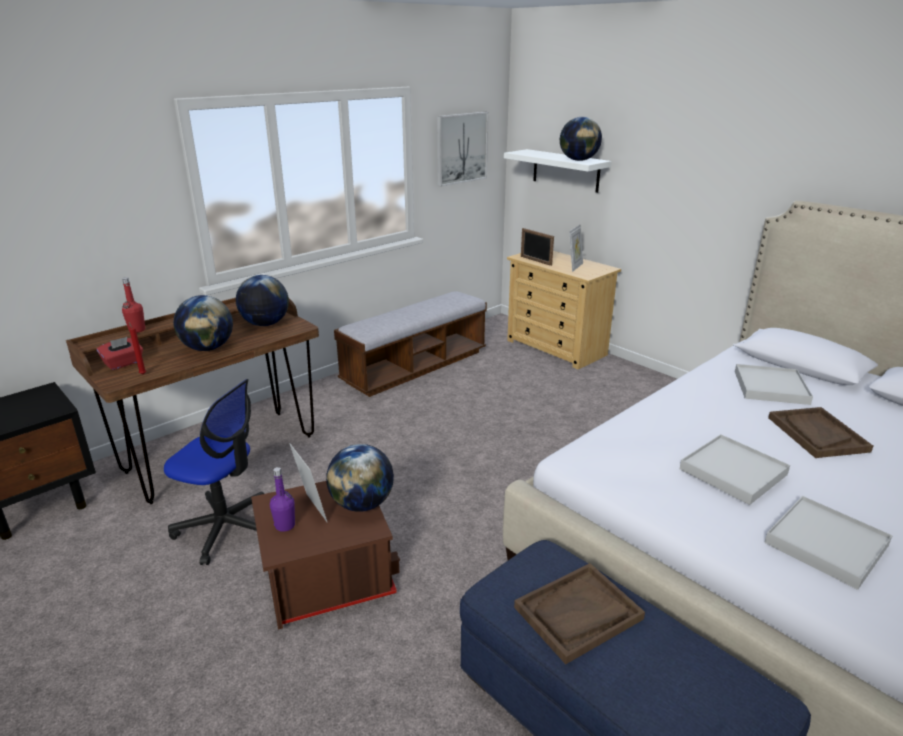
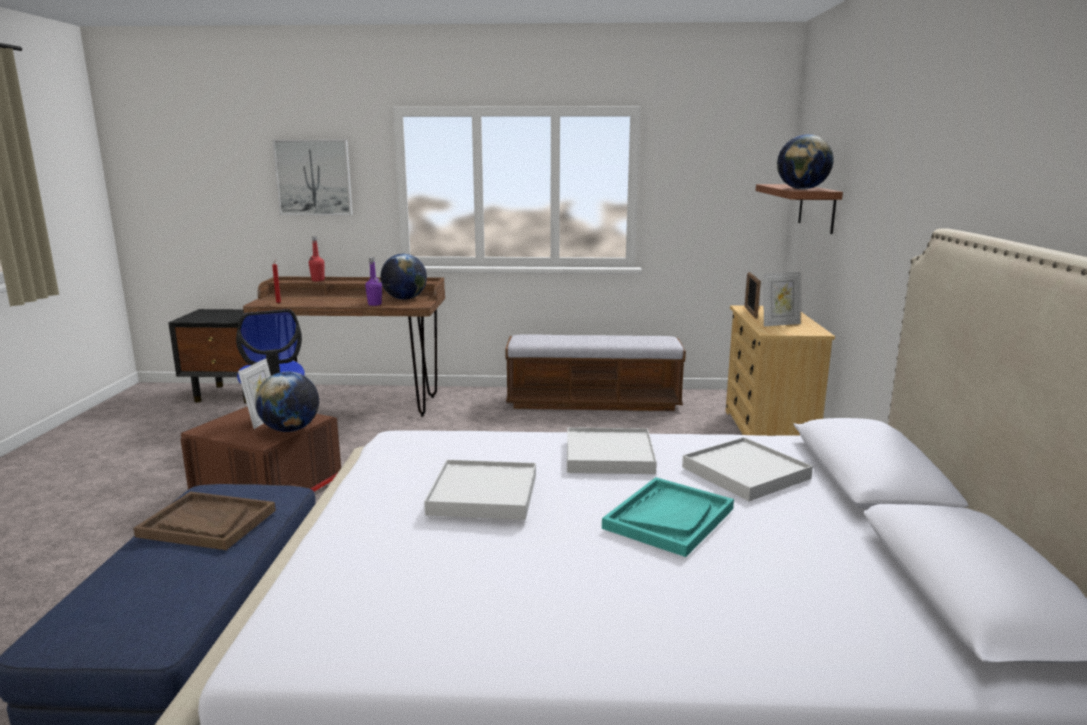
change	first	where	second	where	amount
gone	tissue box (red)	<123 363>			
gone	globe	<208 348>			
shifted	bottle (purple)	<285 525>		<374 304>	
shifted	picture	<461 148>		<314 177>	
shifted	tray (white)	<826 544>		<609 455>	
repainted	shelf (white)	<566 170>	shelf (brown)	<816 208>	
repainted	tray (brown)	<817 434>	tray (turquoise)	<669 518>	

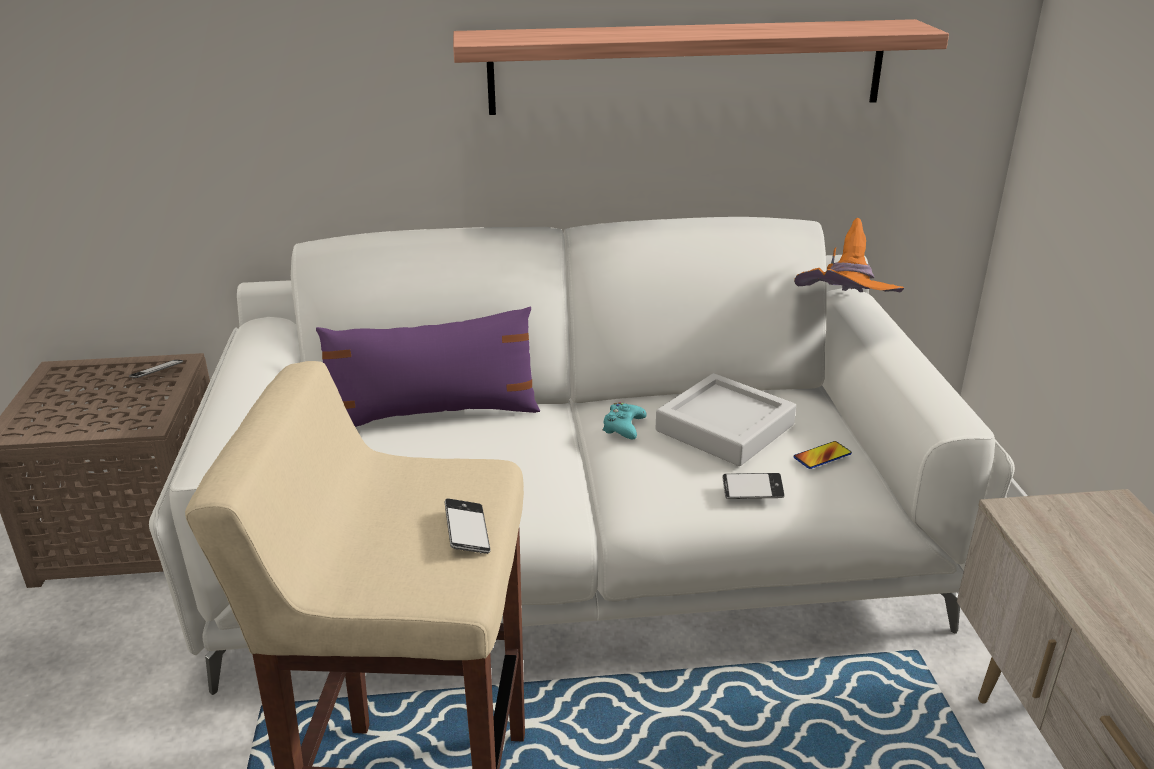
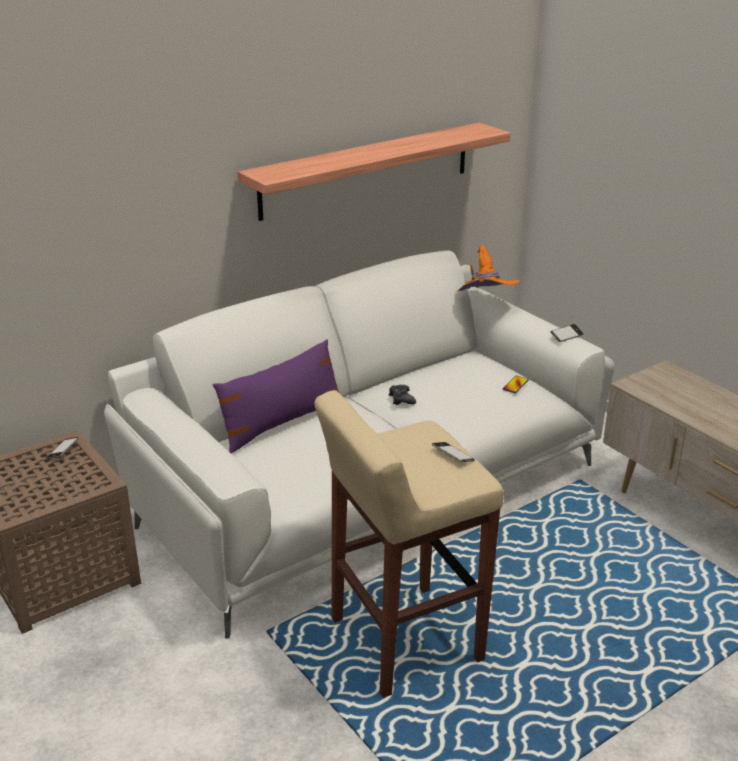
change	first	where	second	where	amount
gone	tray (grey)	<724 428>			
shifted	phone	<752 490>		<566 336>	
repainted	game controller (turquoise)	<623 427>	game controller (black)	<401 399>	

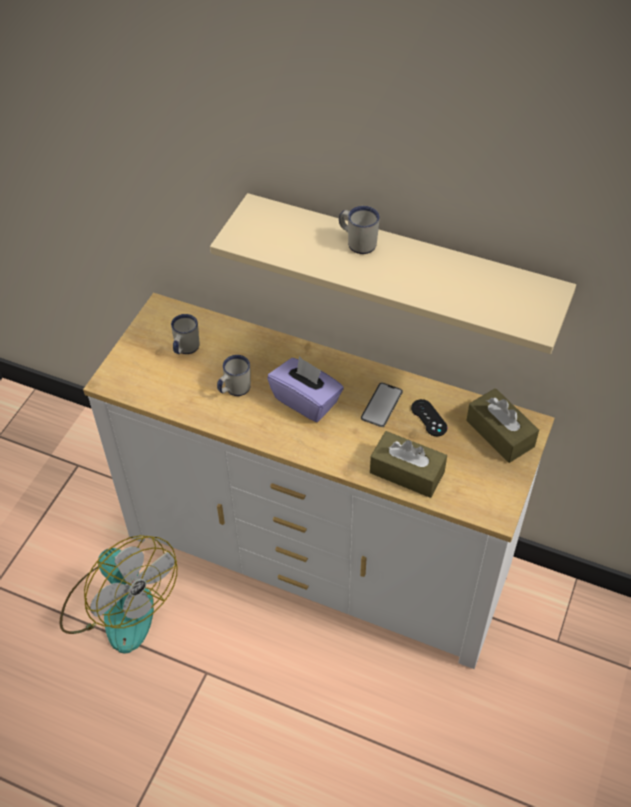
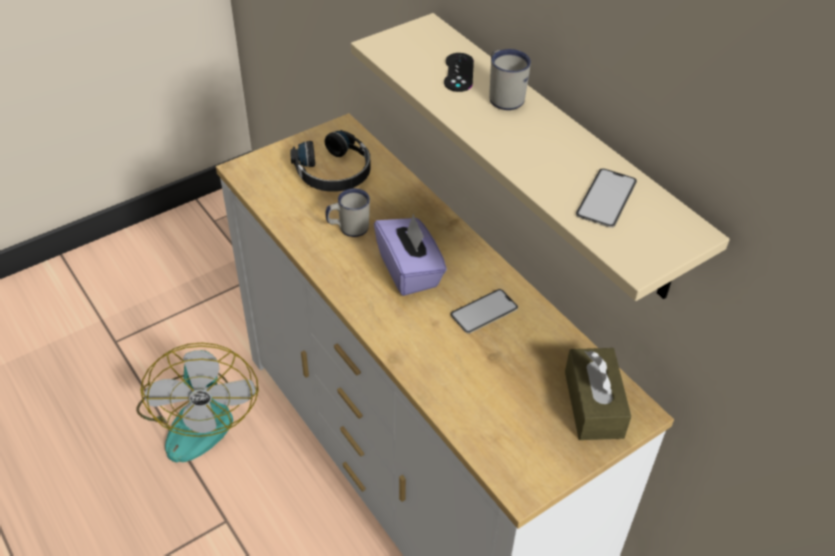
change	first	where	second	where	amount
gone	tissue box (brown)	<407 472>			
new			phone	<606 198>	
shifted	game controller (black)	<429 418>		<458 72>	
swapped	mug (white)	<185 349>	headphones (black)	<334 172>	

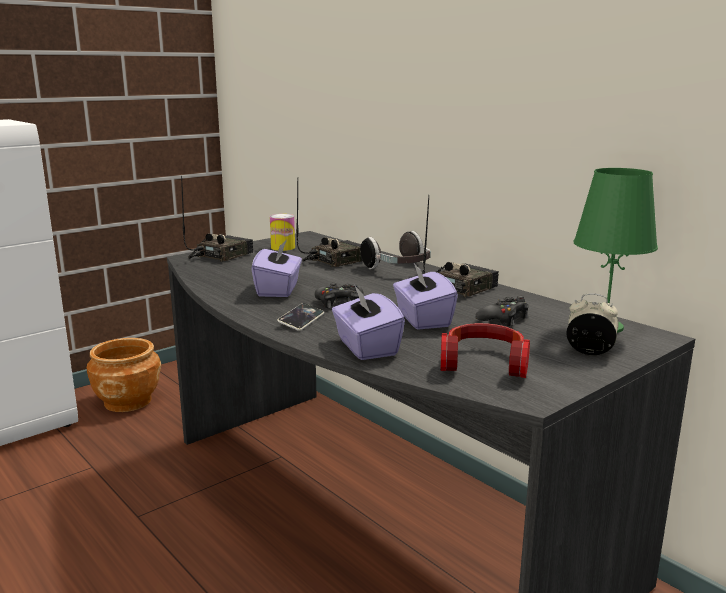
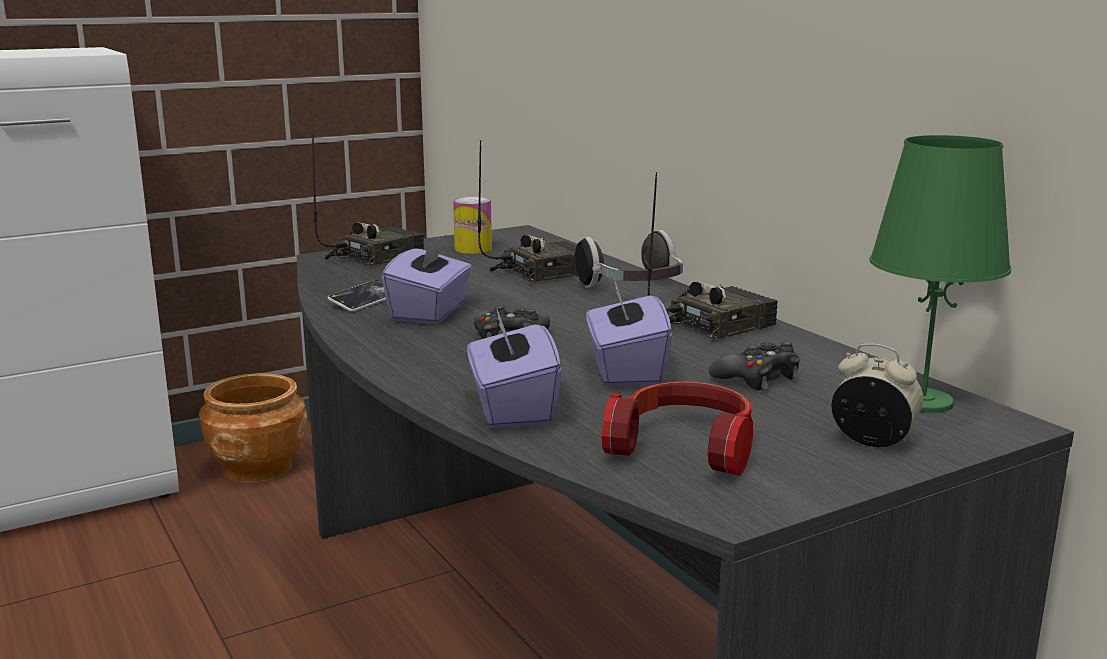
change	first	where	second	where	amount
shifted	phone	<301 320>		<364 301>	

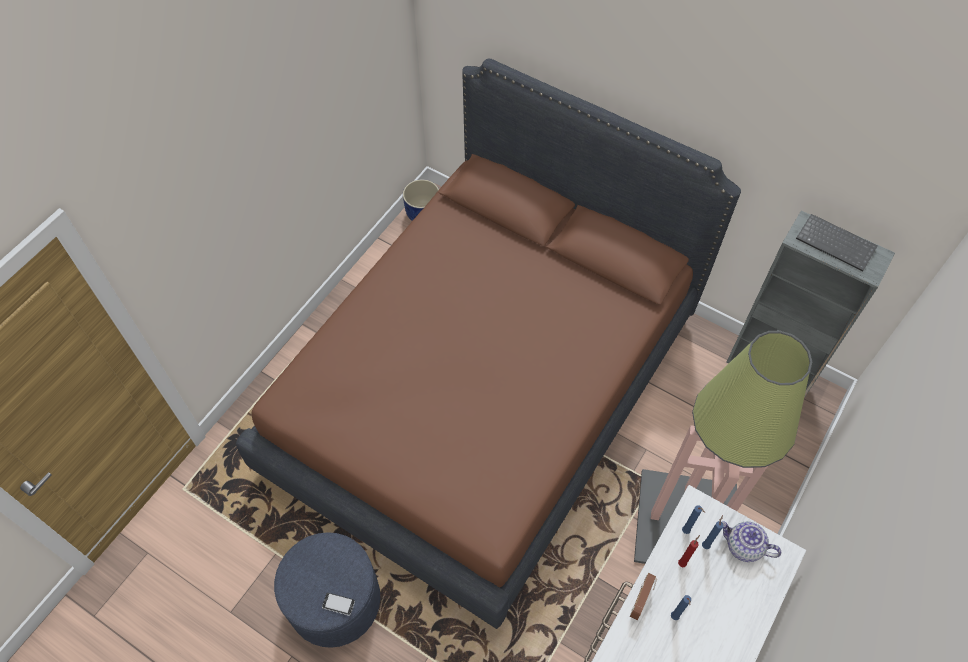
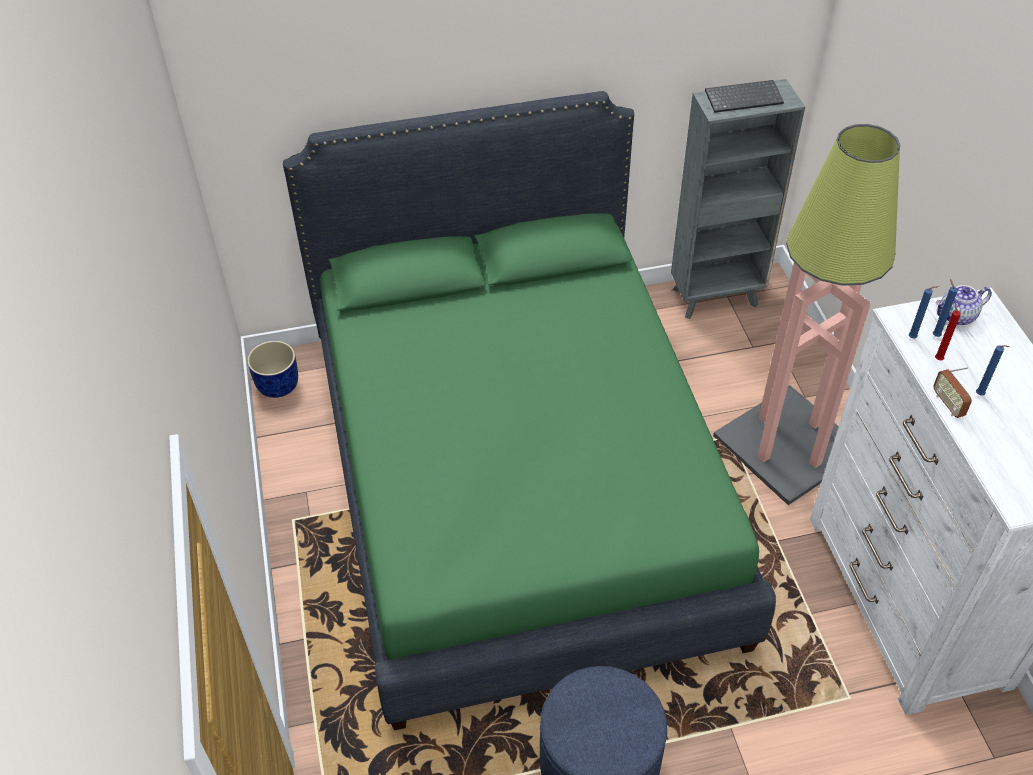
change	first	where	second	where	amount
gone	phone	<338 604>			
repainted	bed (brown)	<484 393>	bed (green)	<518 483>	

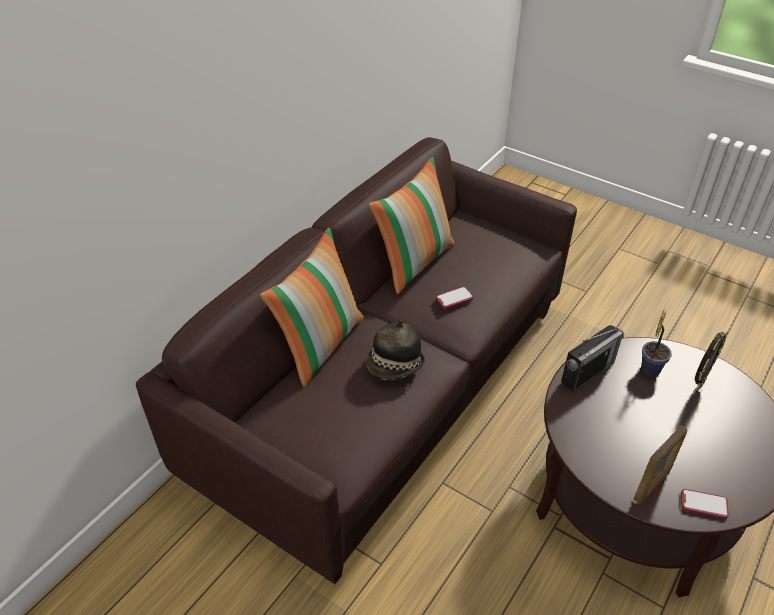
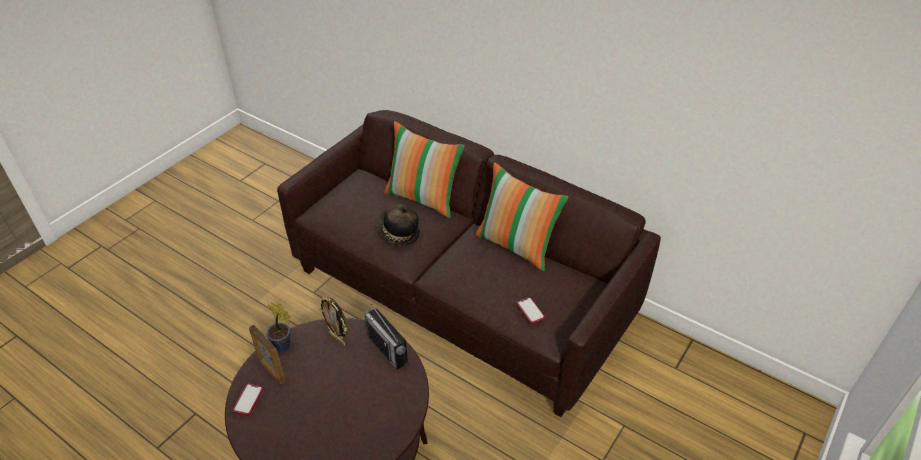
change	first	where	second	where	amount
shifted	phone	<454 299>		<530 311>	
shifted	potted plant	<650 368>		<284 346>	
shifted	picture frame	<698 386>		<338 339>	

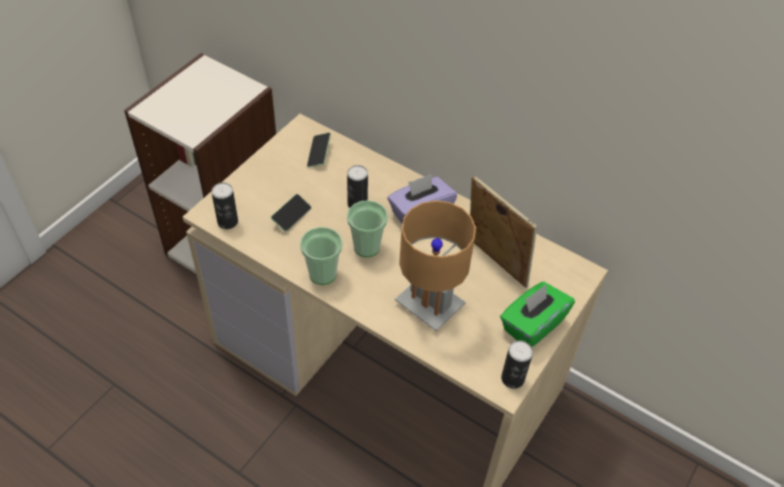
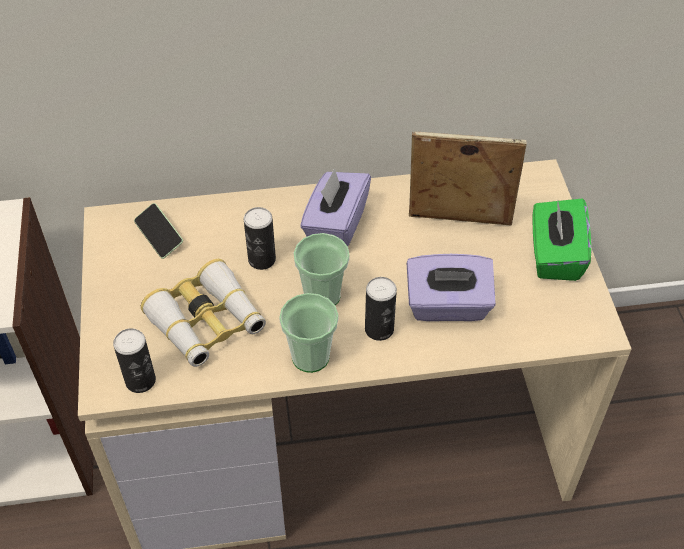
change	first	where	second	where	amount
shifted	can	<512 378>		<379 329>	
swapped	phone	<291 217>	binoculars	<207 323>	
swapped	table lamp (brown)	<430 304>	tissue box (purple)	<447 306>	

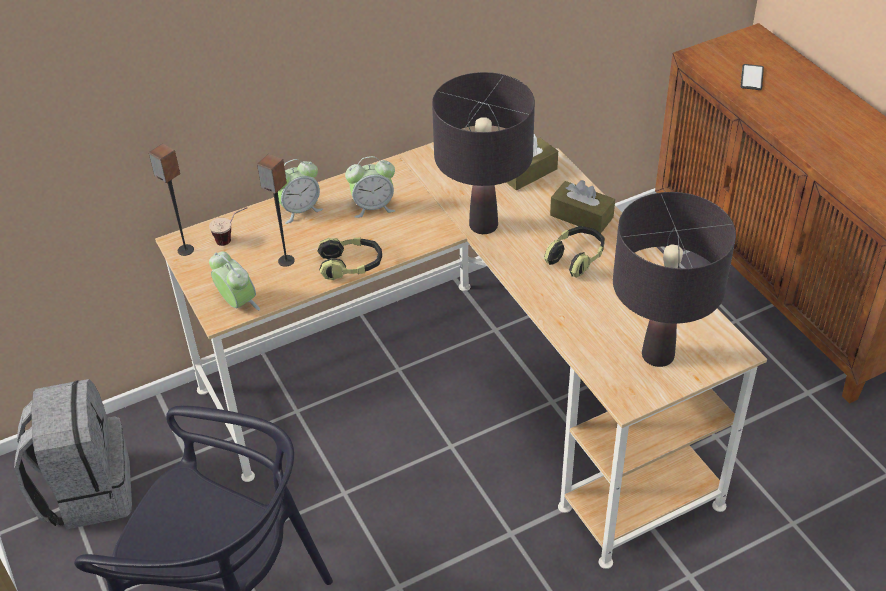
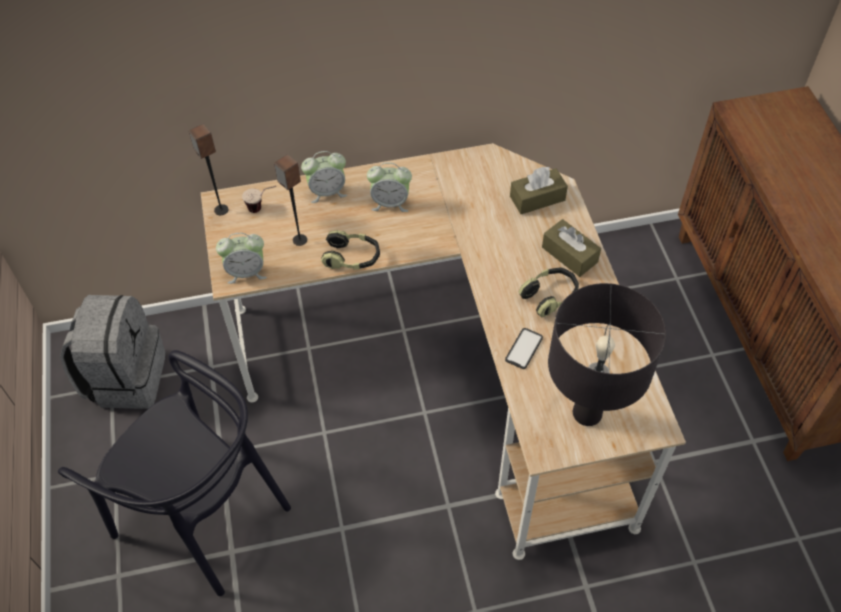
change	first	where	second	where	amount
gone	table lamp (black)	<483 225>			
shifted	phone	<752 78>		<524 349>	
rotated	alarm clock	<237 303>		<246 272>	105 degrees clockwise

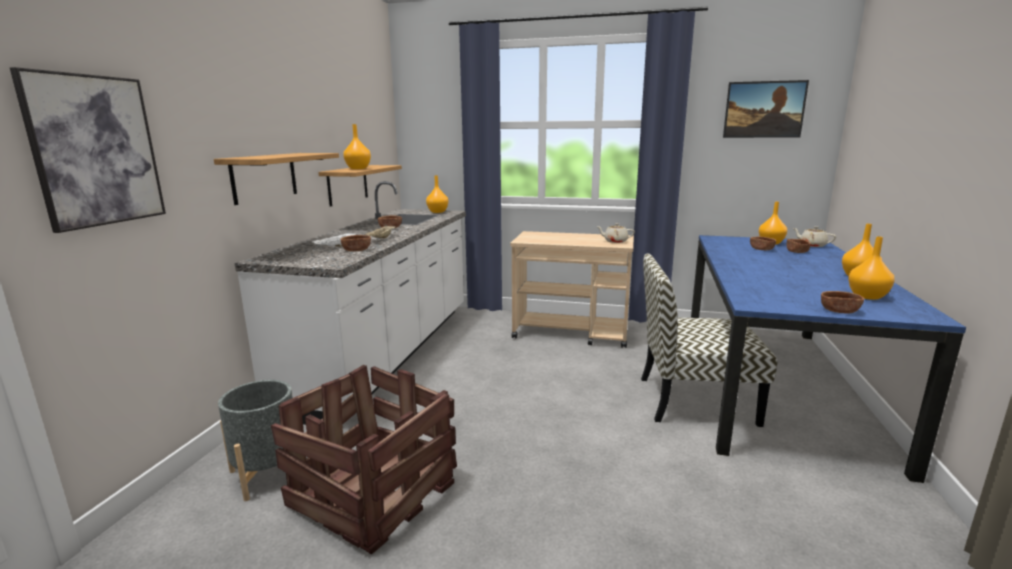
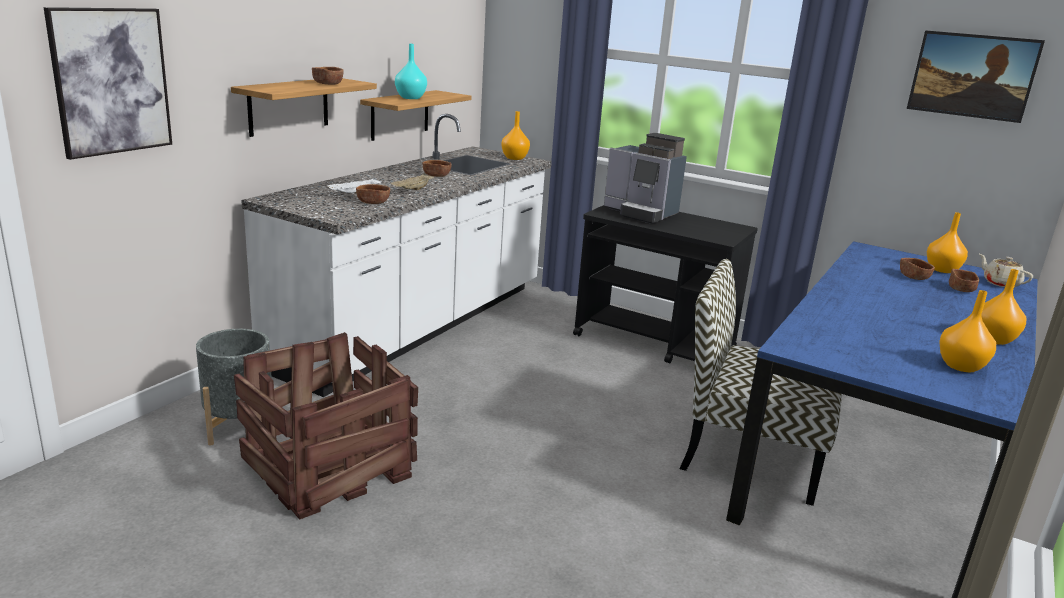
change	first	where	second	where	amount
gone	teapot (beige)	<615 241>			
new			coffee machine	<641 213>	
shifted	bowl (brown)	<839 311>		<328 84>	
repainted	vase (orange)	<358 168>	vase (turquoise)	<411 98>	
repainted	cart (beige)	<571 333>	cart (black)	<655 343>	

